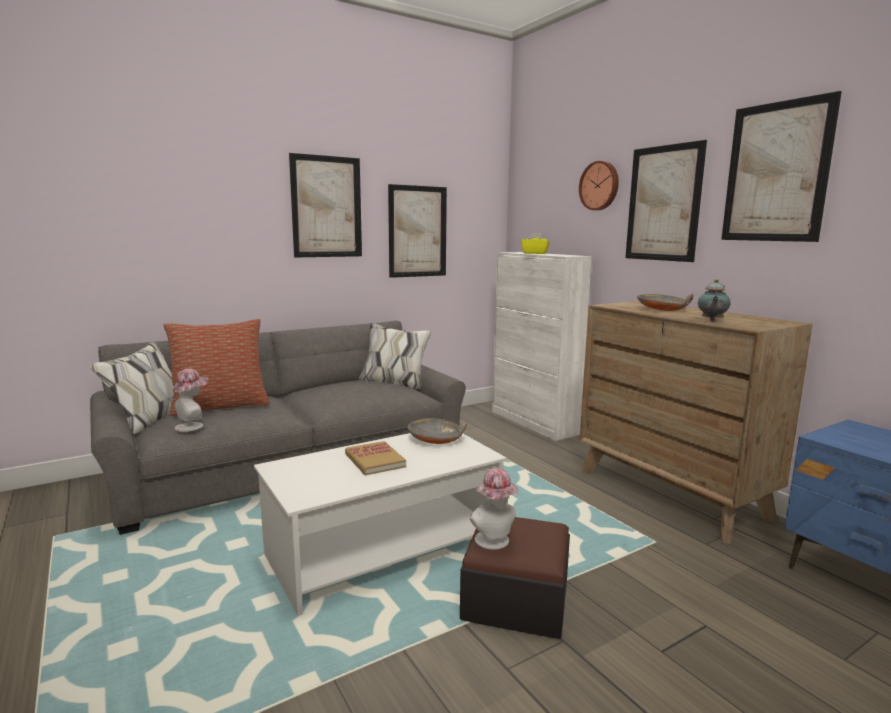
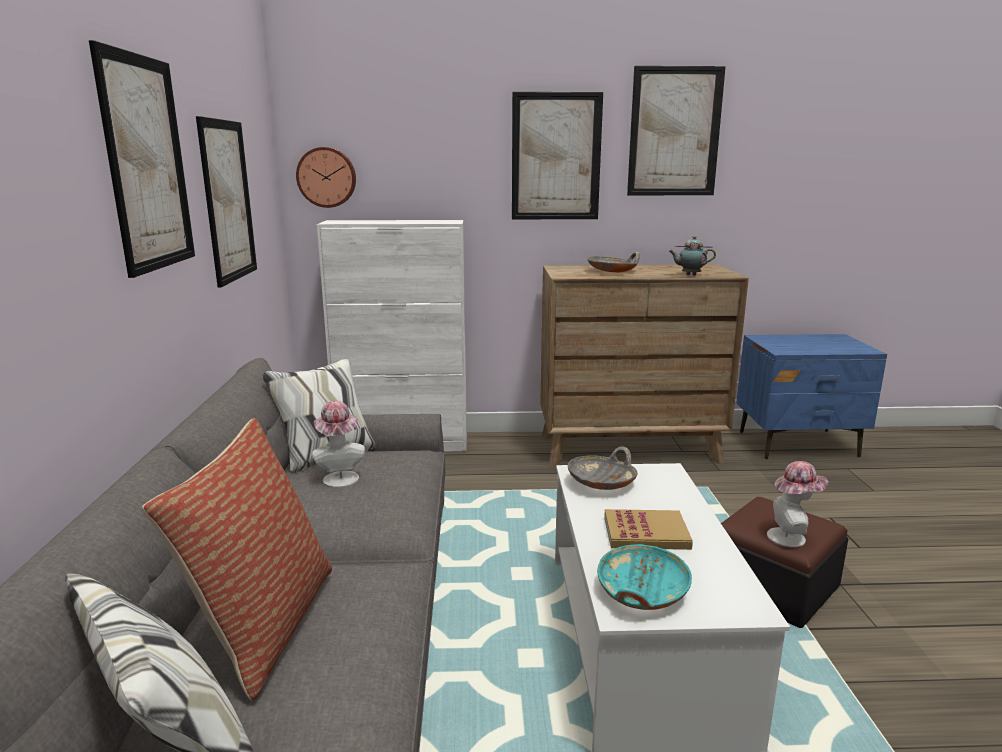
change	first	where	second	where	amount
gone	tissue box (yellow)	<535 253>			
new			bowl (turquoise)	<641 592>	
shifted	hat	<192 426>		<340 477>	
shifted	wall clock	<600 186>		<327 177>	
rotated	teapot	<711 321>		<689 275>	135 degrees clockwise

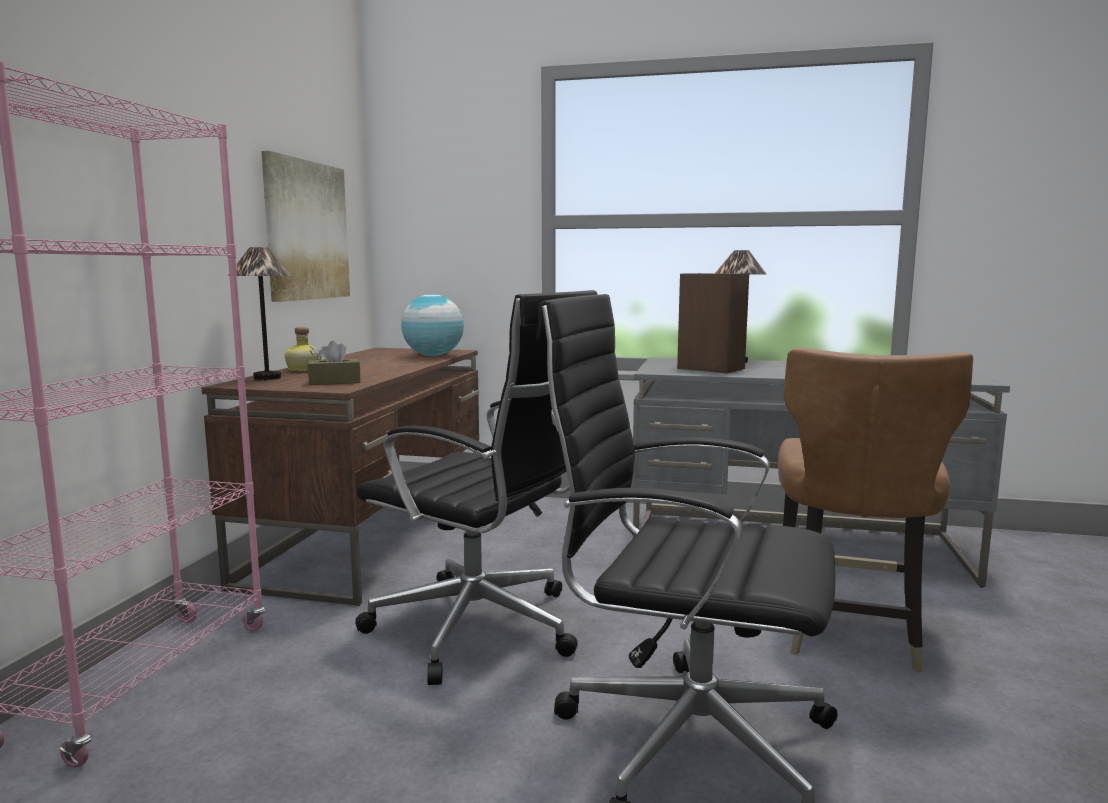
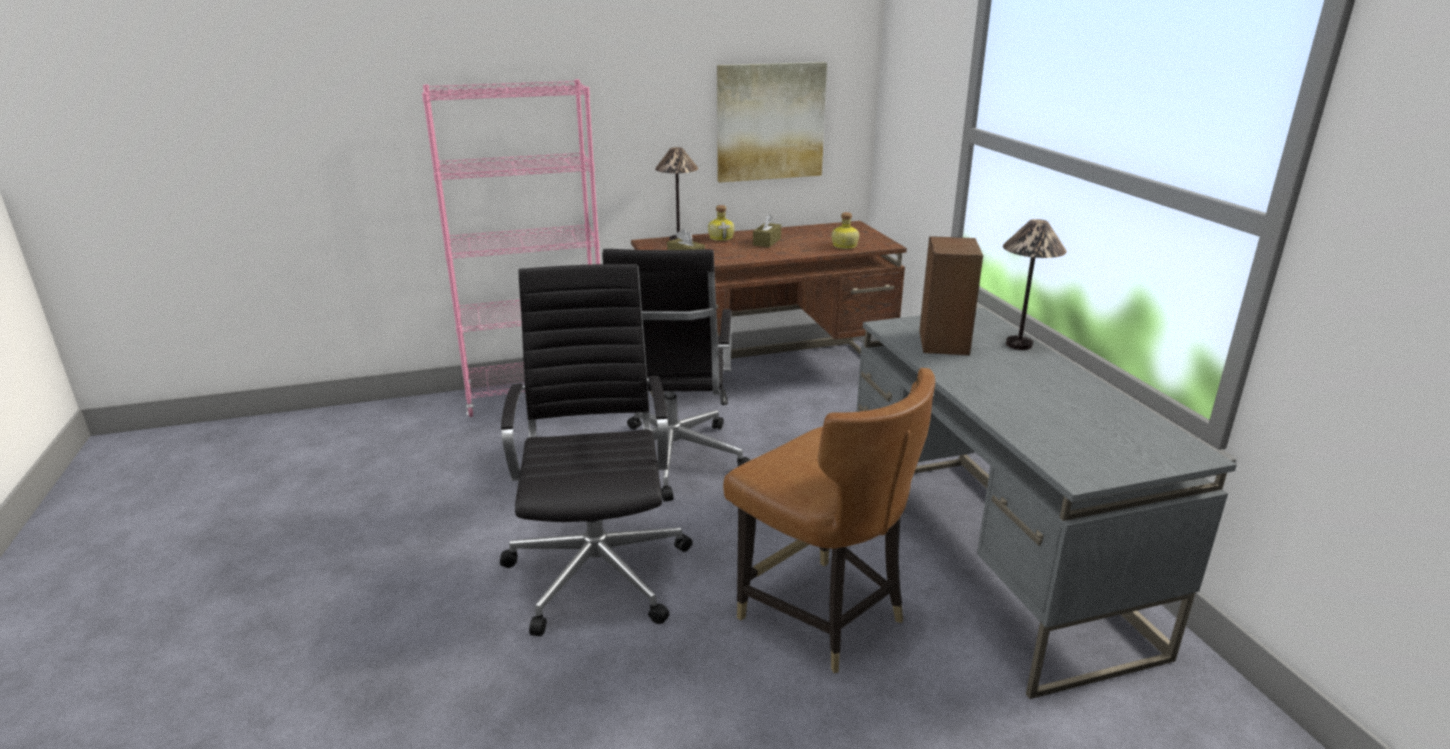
change	first	where	second	where	amount
new			tissue box (brown)	<767 242>	
swapped	globe	<433 356>	bottle	<844 246>	
rotated	chair (brown)	<848 631>		<822 615>	120 degrees counterclockwise

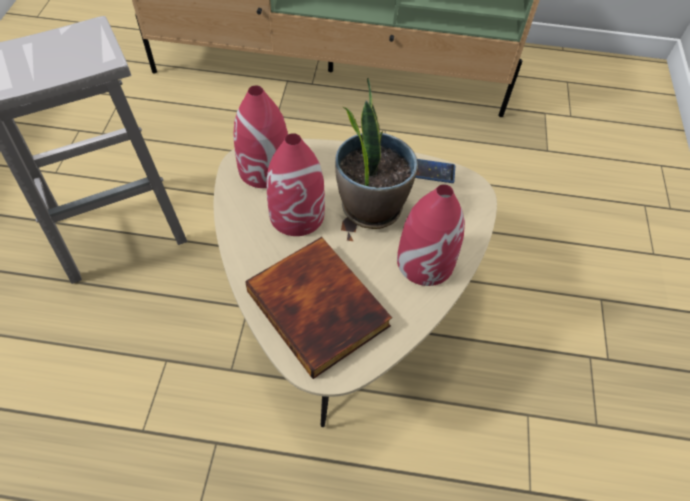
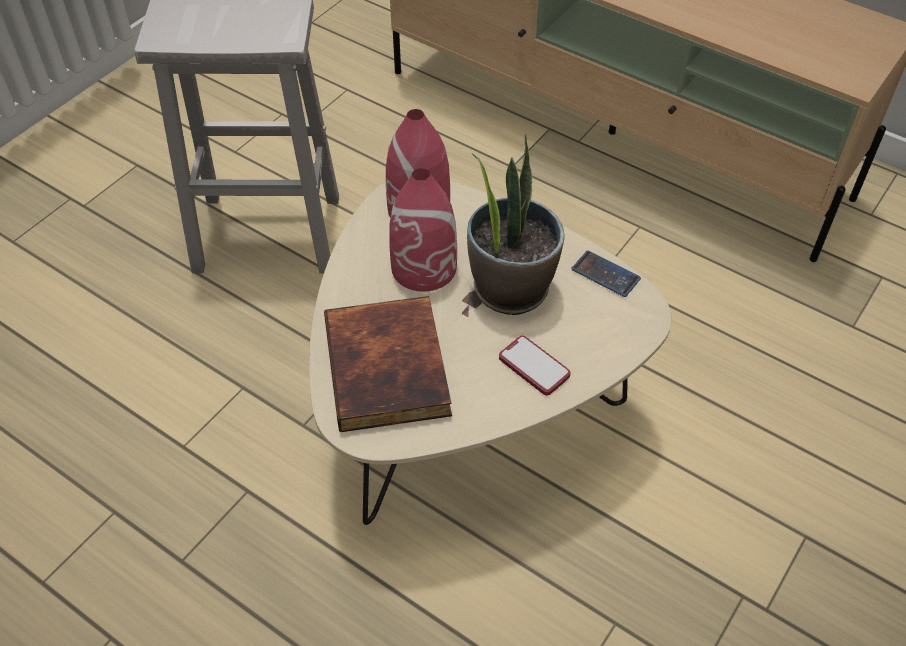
change	first	where	second	where	amount
swapped	vase (red)	<424 261>	phone	<534 367>	

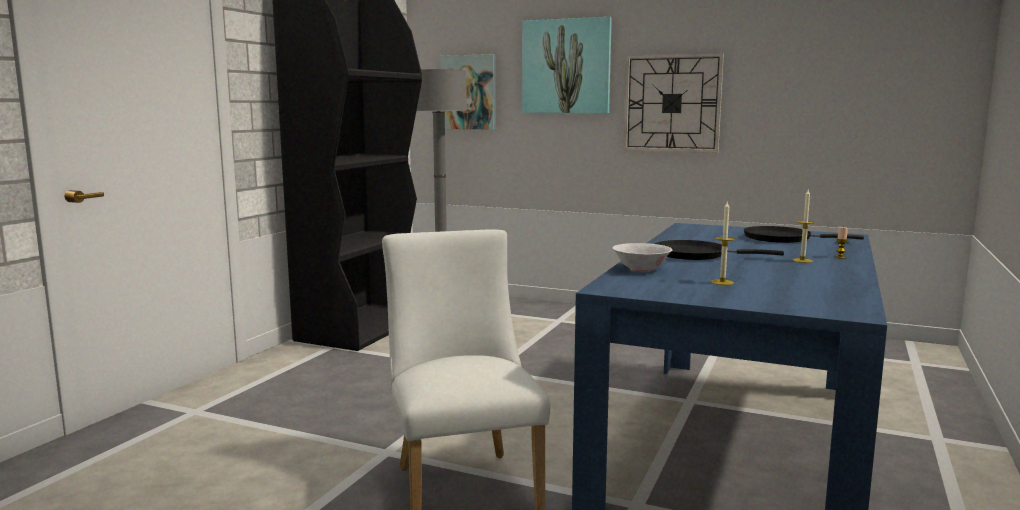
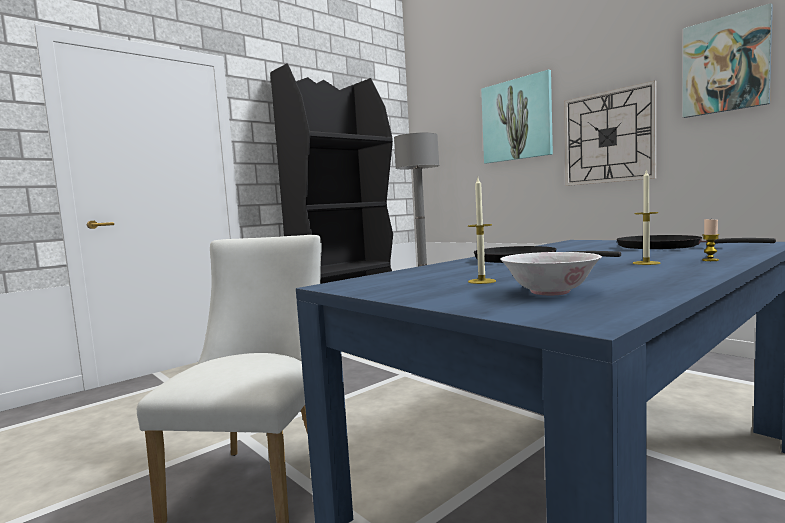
change	first	where	second	where	amount
shifted	picture	<469 92>		<725 65>	
shifted	bowl (white)	<641 269>		<550 292>	

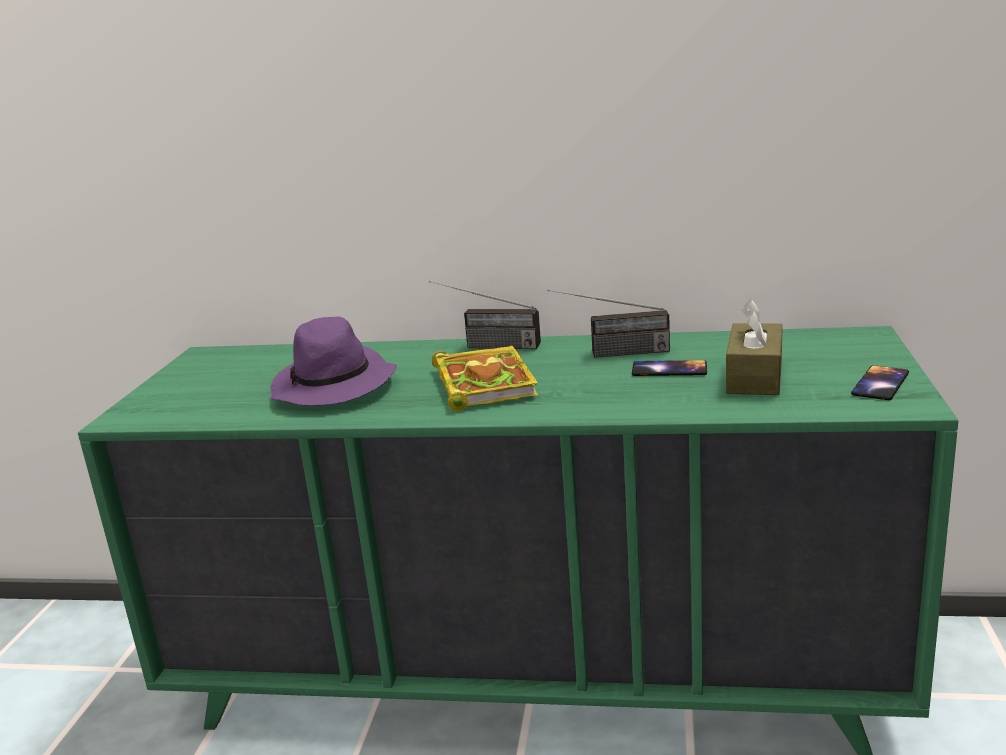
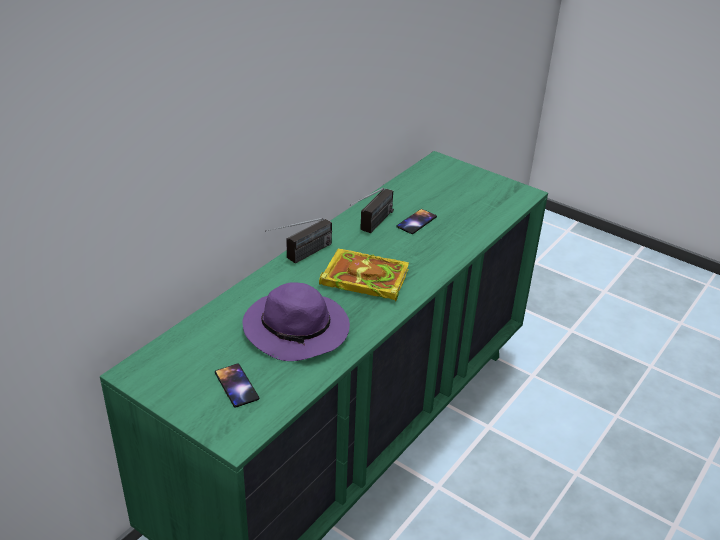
change	first	where	second	where	amount
gone	tissue box (brown)	<754 376>			
shifted	phone	<880 383>		<236 385>	

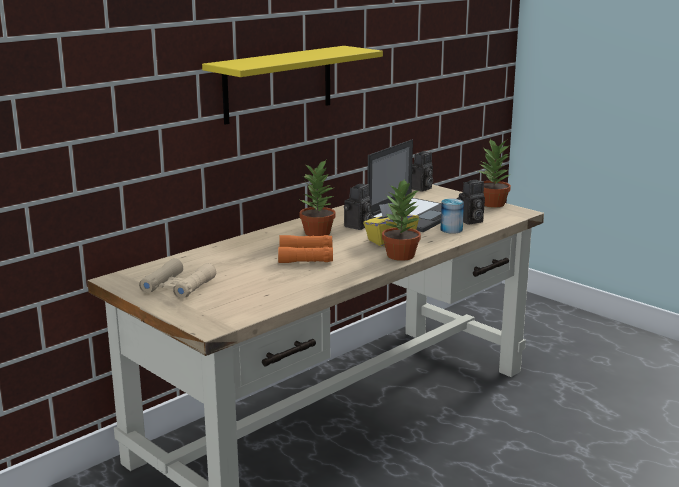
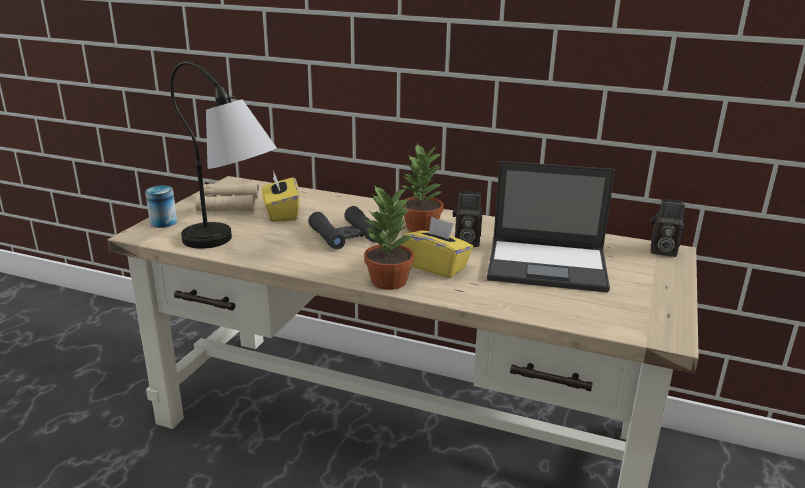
change	first	where	second	where	amount
gone	shelf (yellow)	<278 84>			
gone	photo camera	<470 221>			
gone	potted plant	<493 204>			
new			table lamp	<232 246>	
new			tissue box (yellow)	<281 213>	
shifted	can	<451 229>		<163 222>	
repainted	binoculars (orange)	<306 256>	binoculars (black)	<345 235>	

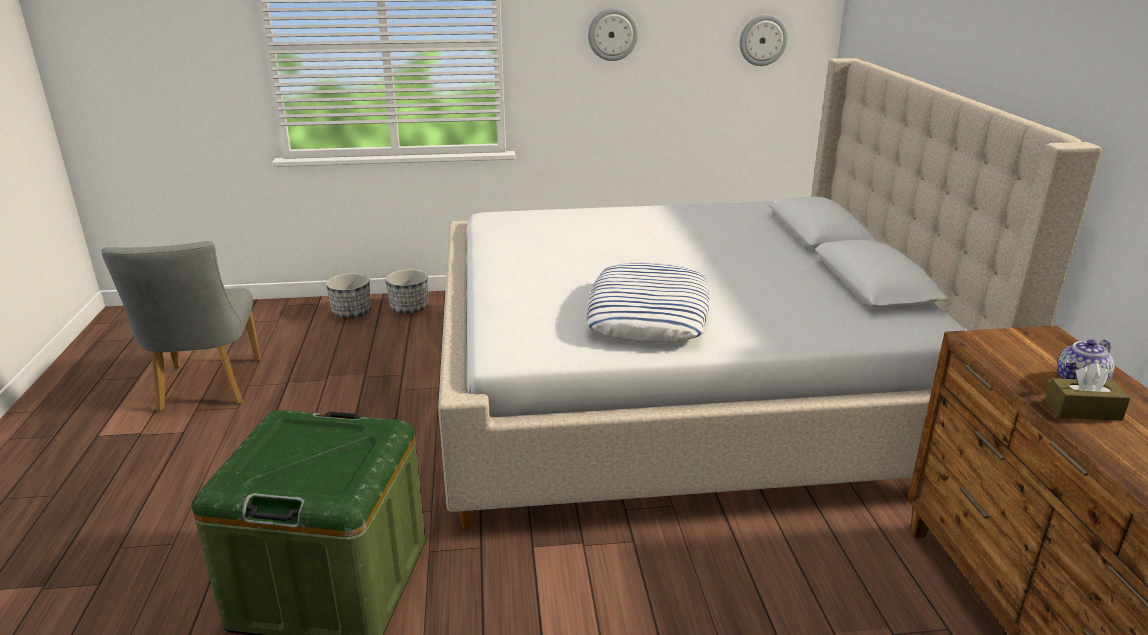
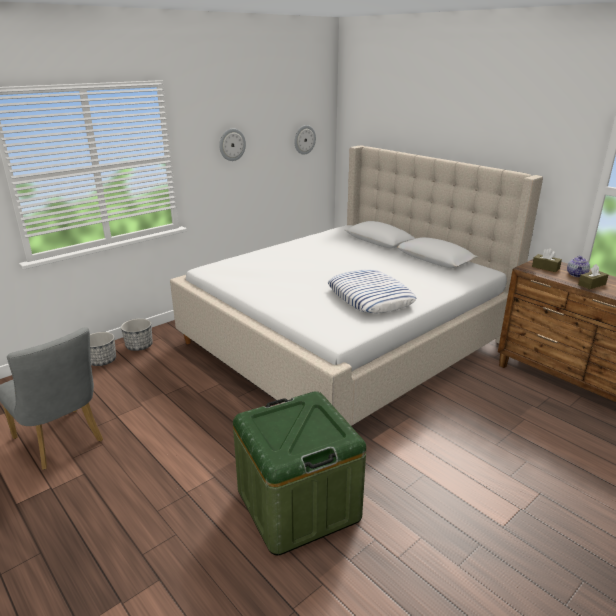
change	first	where	second	where	amount
new			tissue box (brown)	<545 267>	

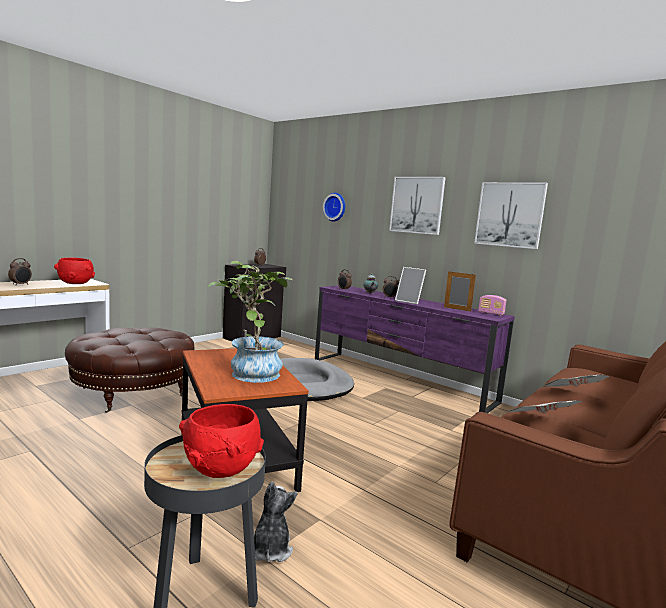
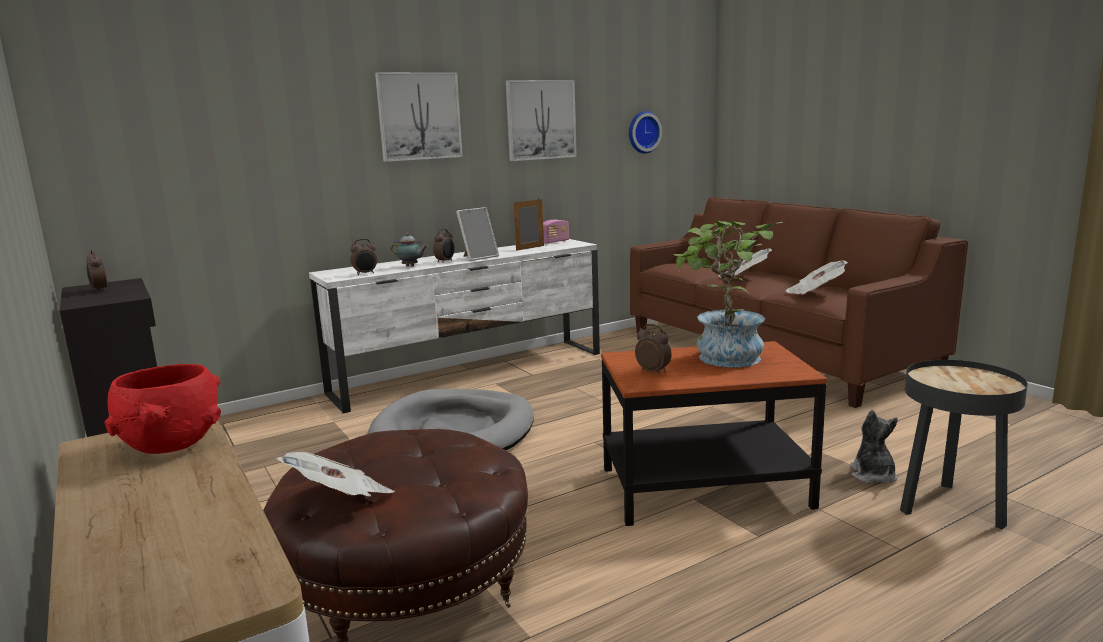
change	first	where	second	where	amount
gone	bowl (red)	<221 469>			
new			newspaper	<340 499>	
shifted	alarm clock	<21 284>		<653 371>	
shifted	wall clock	<335 207>		<642 132>	
repainted	tv stand (purple)	<399 380>	tv stand (white)	<471 373>	
rotated	plush toy	<270 549>		<873 475>	75 degrees clockwise

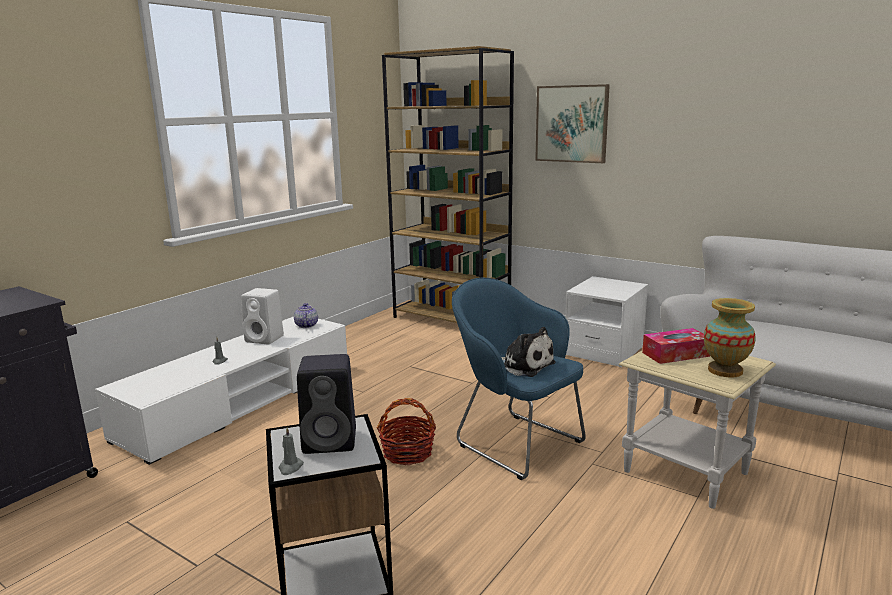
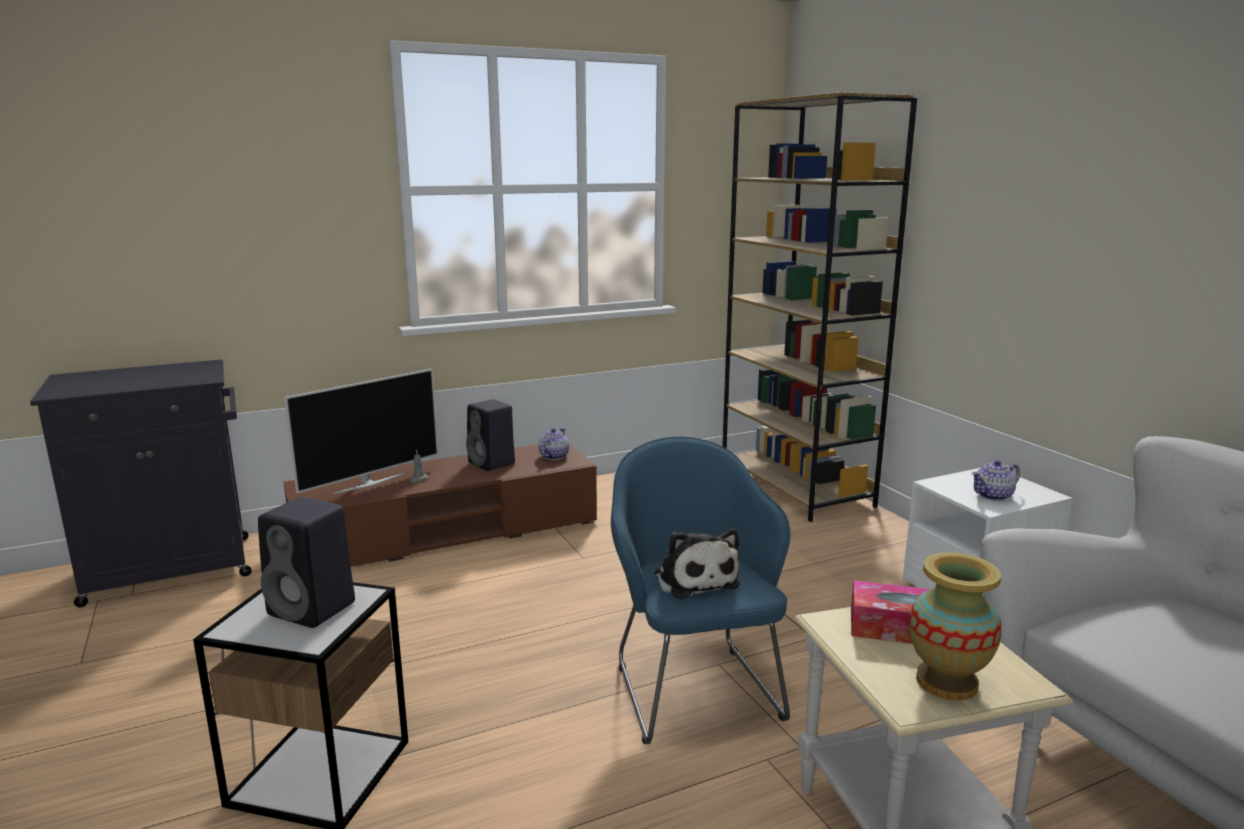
change	first	where	second	where	amount
gone	candle (grey)	<290 467>			
gone	basket	<408 453>			
gone	picture	<571 124>			
new			television	<369 483>	
new			teapot	<993 496>	
repainted	tv stand (white)	<240 401>	tv stand (brown)	<448 532>	
repainted	speaker (white)	<265 339>	speaker (black)	<493 463>	

